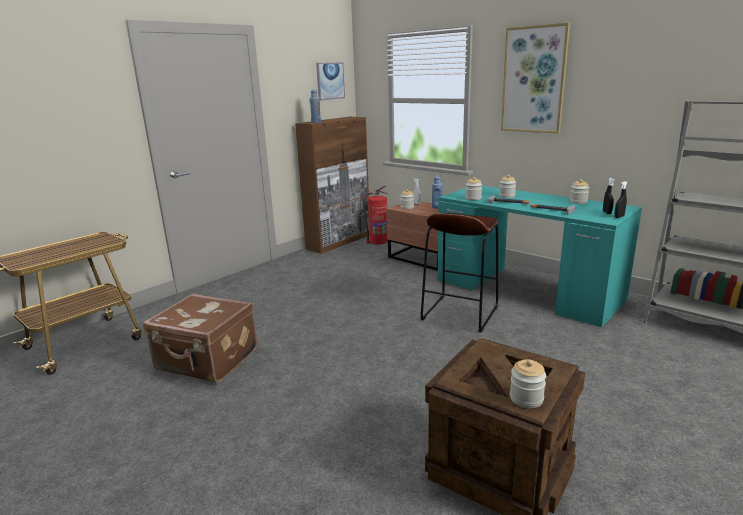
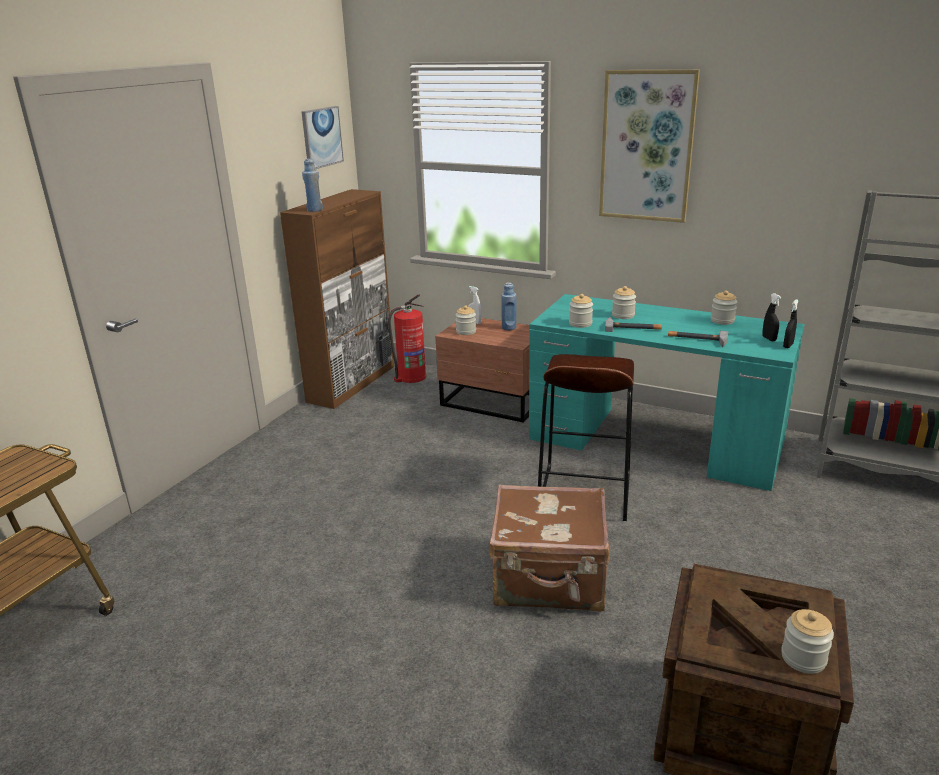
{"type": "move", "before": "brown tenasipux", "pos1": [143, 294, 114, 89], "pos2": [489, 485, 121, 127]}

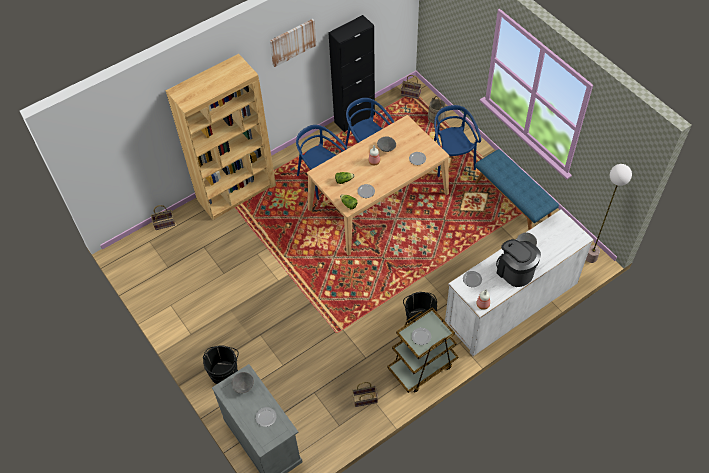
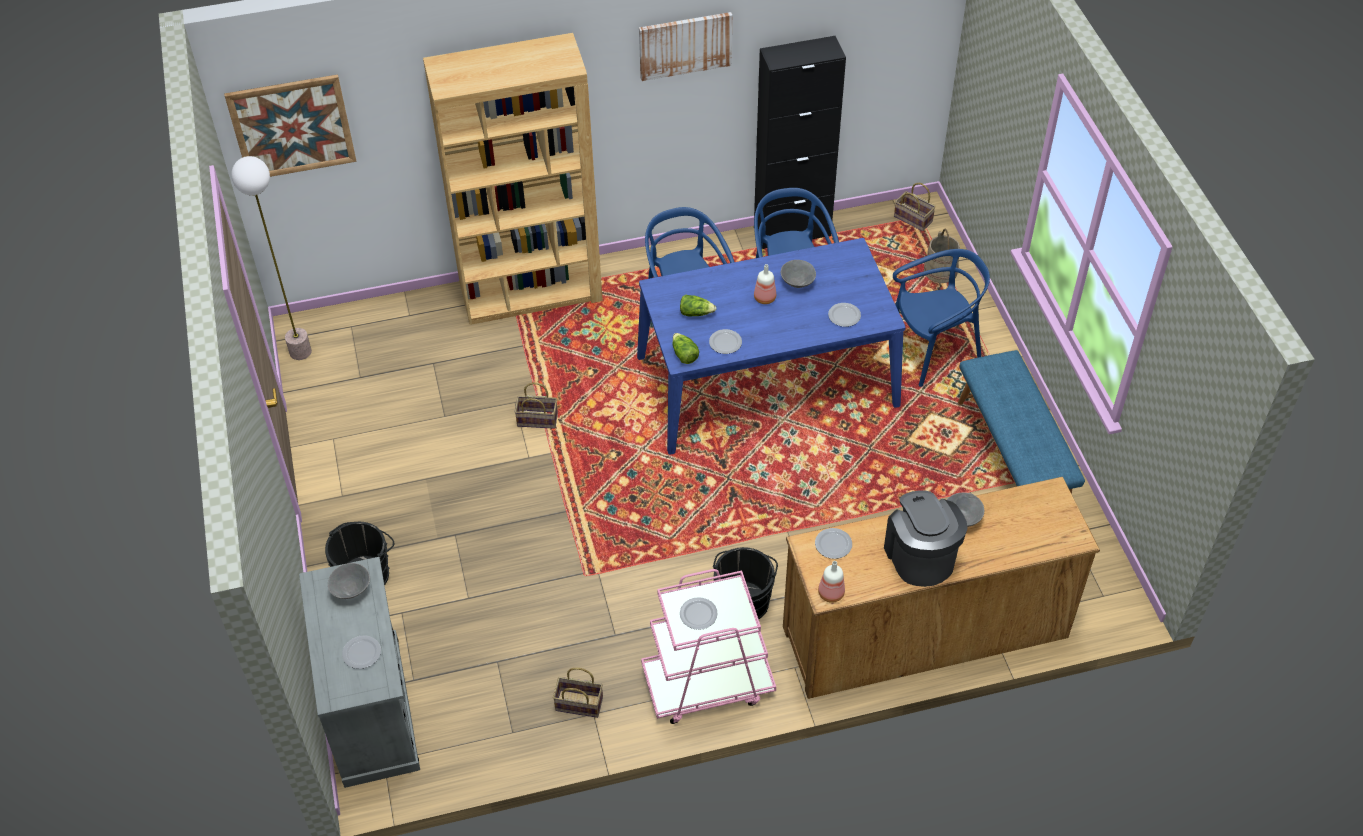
{"type": "move", "before": "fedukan", "pos1": [151, 205, 24, 25], "pos2": [515, 382, 43, 47]}
{"type": "recolor", "before": "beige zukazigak", "after": "blue zukazigak", "pos1": [307, 115, 142, 141], "pos2": [637, 238, 268, 217]}
{"type": "recolor", "before": "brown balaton", "after": "pink balaton", "pos1": [388, 307, 71, 86], "pos2": [641, 569, 135, 155]}
{"type": "rotate", "before": "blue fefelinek", "pos1": [434, 105, 47, 72], "pos2": [893, 249, 97, 138], "turn": 60}
{"type": "recolor", "before": "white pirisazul", "after": "brown pirisazul", "pos1": [445, 209, 149, 147], "pos2": [783, 477, 317, 222]}
{"type": "move", "before": "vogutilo", "pos1": [586, 164, 46, 99], "pos2": [231, 156, 81, 204]}
{"type": "insert", "after": "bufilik", "pos2": [224, 75, 133, 102]}

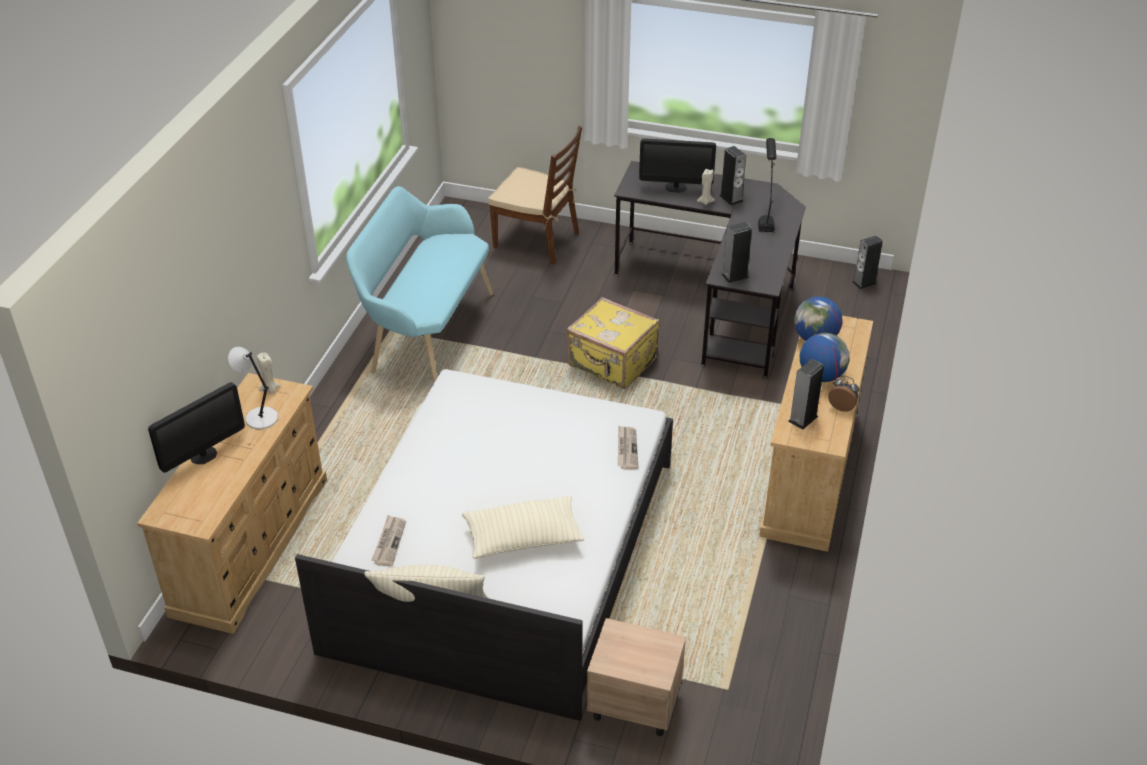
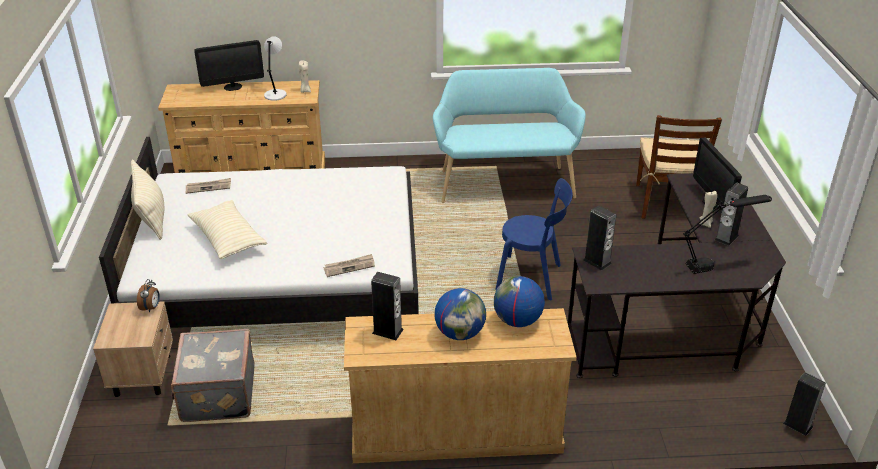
{"type": "rotate", "before": "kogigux", "pos1": [148, 382, 97, 91], "pos2": [194, 40, 70, 51], "turn": -45}
{"type": "replace", "before": "yellow tenasipux", "after": "blue fefelinek", "pos1": [567, 297, 93, 92], "pos2": [495, 178, 77, 122]}
{"type": "move", "before": "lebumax", "pos1": [828, 376, 31, 36], "pos2": [137, 279, 23, 34]}
{"type": "insert", "after": "grey tenasipux", "pos2": [171, 329, 84, 93]}

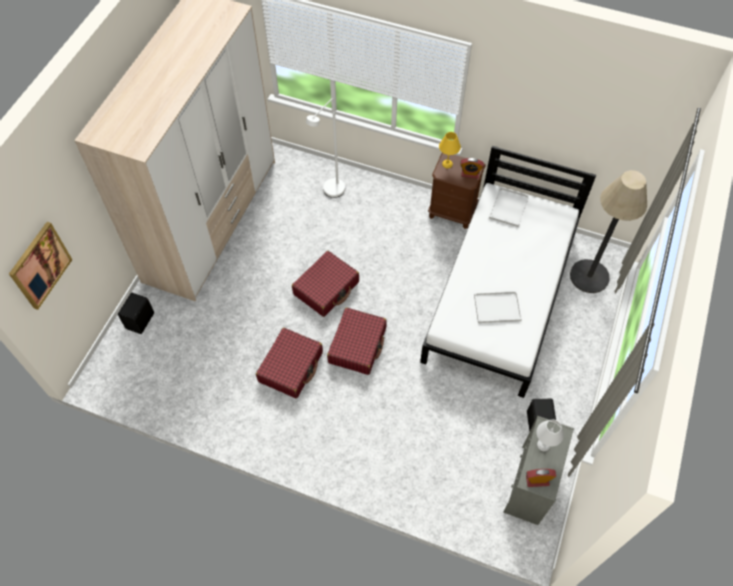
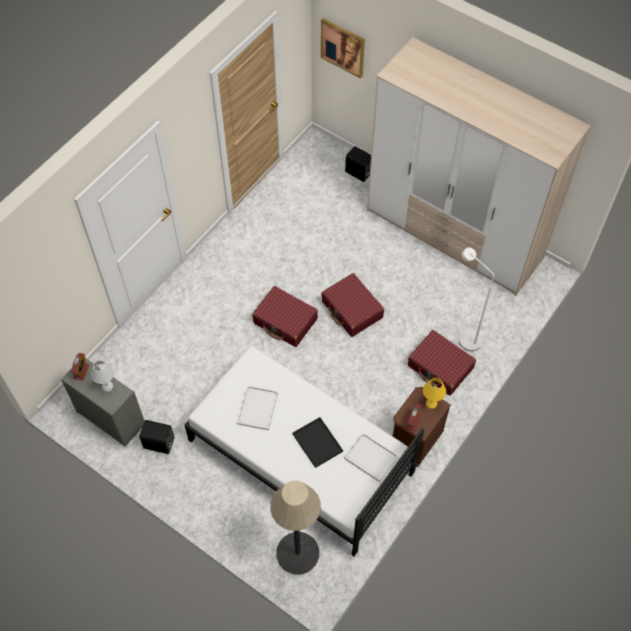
{"type": "move", "before": "red tenasipux", "pos1": [256, 328, 67, 70], "pos2": [408, 330, 68, 65]}
{"type": "insert", "after": "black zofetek", "pos2": [293, 417, 50, 51]}

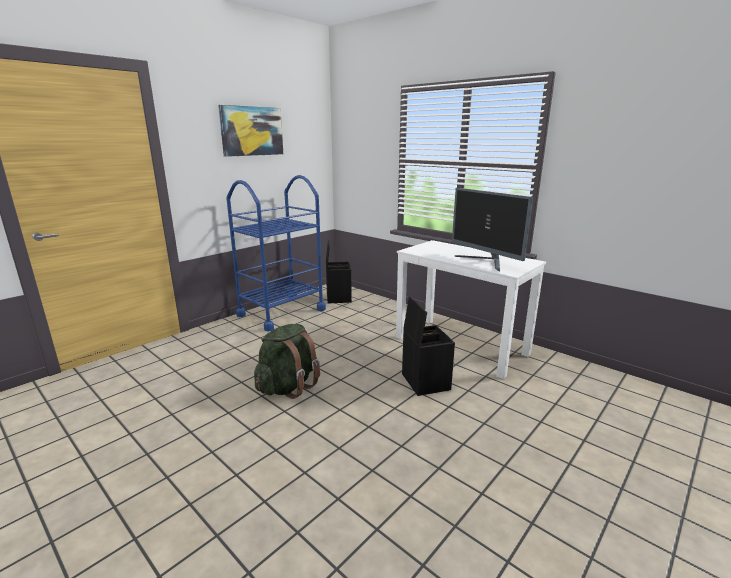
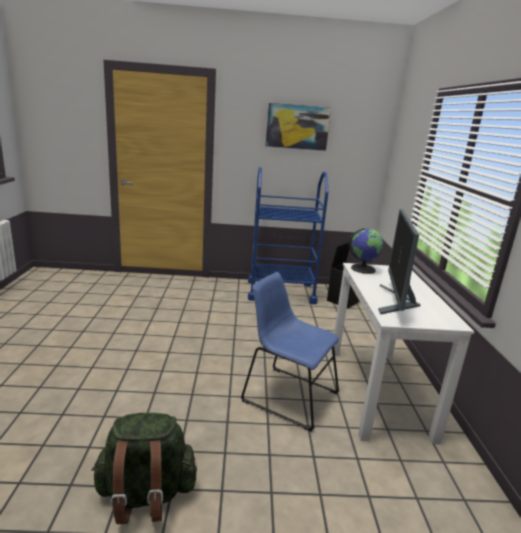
{"type": "move", "before": "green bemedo", "pos1": [254, 324, 66, 75], "pos2": [91, 413, 106, 111]}
{"type": "replace", "before": "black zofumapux", "after": "blue fefelinek", "pos1": [402, 297, 53, 99], "pos2": [241, 272, 98, 160]}
{"type": "insert", "after": "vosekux", "pos2": [349, 228, 34, 46]}

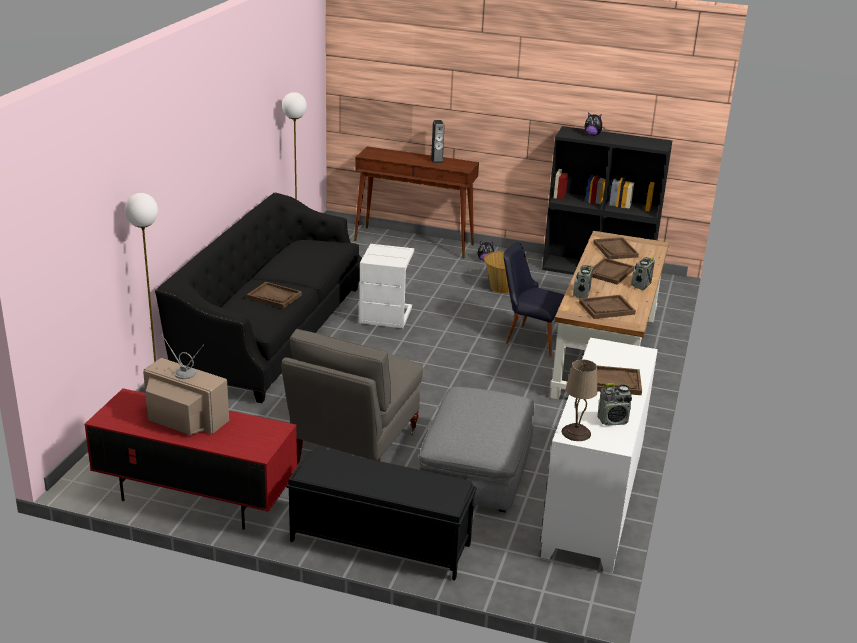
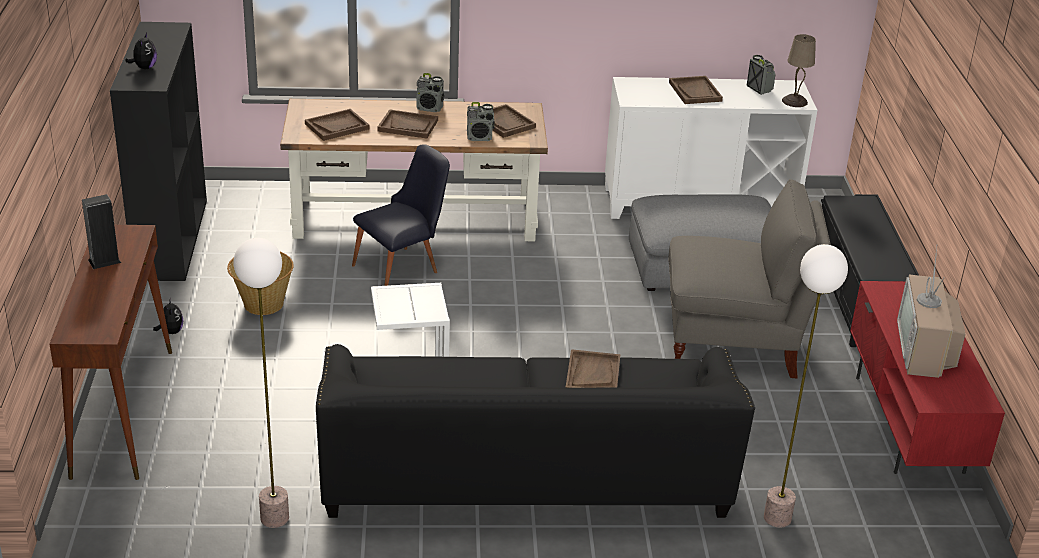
{"type": "rotate", "before": "black fefelinek", "pos1": [503, 243, 61, 114], "pos2": [352, 144, 98, 142], "turn": -135}

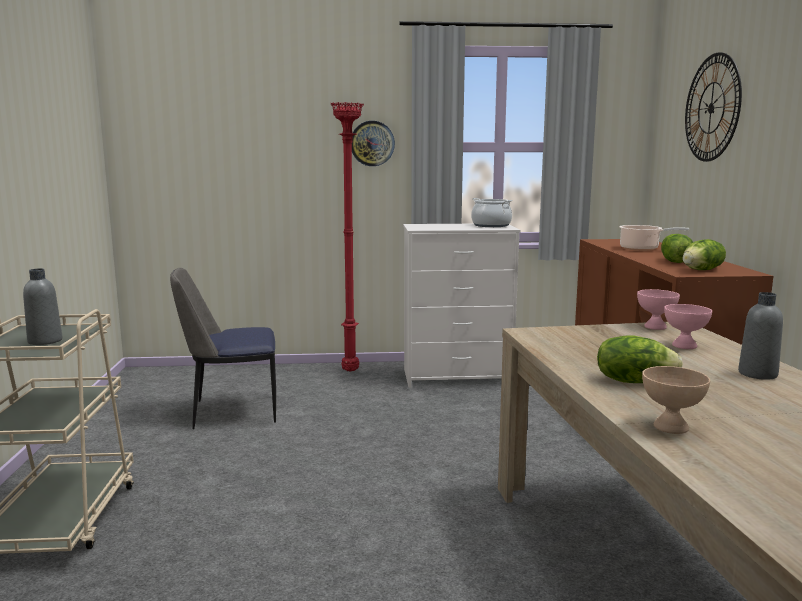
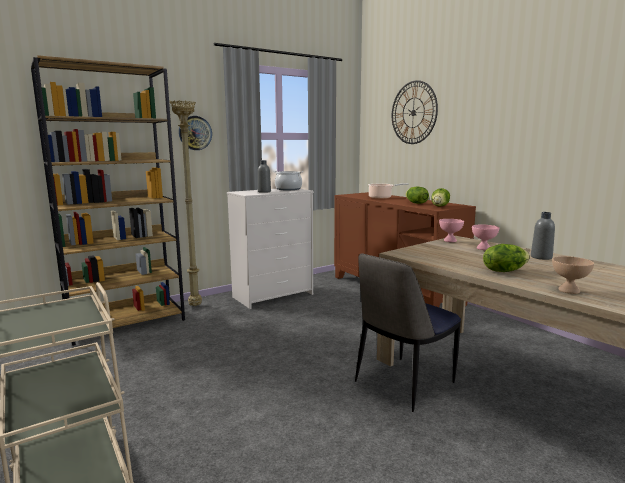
{"type": "move", "before": "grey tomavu", "pos1": [23, 268, 40, 77], "pos2": [258, 160, 13, 33]}
{"type": "move", "before": "fefelinek", "pos1": [170, 268, 106, 161], "pos2": [355, 254, 106, 158]}
{"type": "recolor", "before": "red vogutilo", "after": "beige vogutilo", "pos1": [331, 102, 33, 270], "pos2": [169, 100, 33, 206]}
{"type": "insert", "after": "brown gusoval", "pos2": [31, 55, 154, 291]}

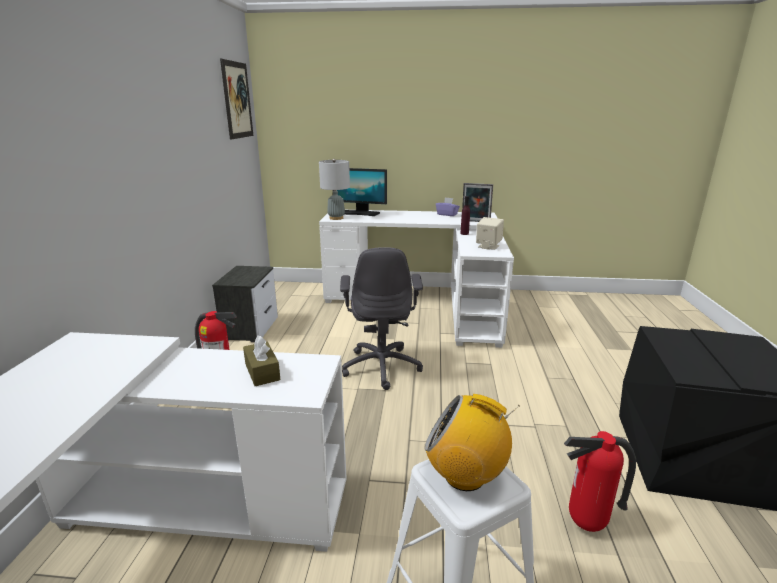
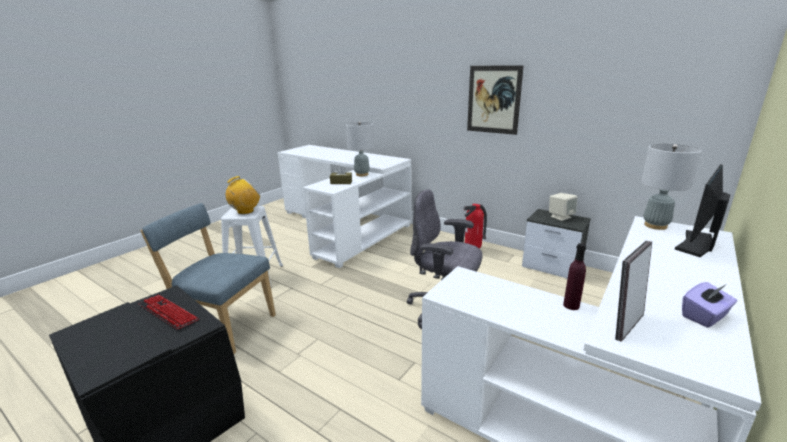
{"type": "move", "before": "bufilik", "pos1": [220, 59, 33, 81], "pos2": [467, 65, 57, 70]}
{"type": "move", "before": "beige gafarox", "pos1": [476, 217, 28, 33], "pos2": [549, 193, 28, 28]}
{"type": "replace", "before": "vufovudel", "after": "blue fefelinek", "pos1": [564, 431, 72, 101], "pos2": [141, 203, 135, 151]}
{"type": "insert", "after": "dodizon", "pos2": [138, 295, 61, 34]}
{"type": "insert", "after": "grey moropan", "pos2": [346, 121, 28, 55]}

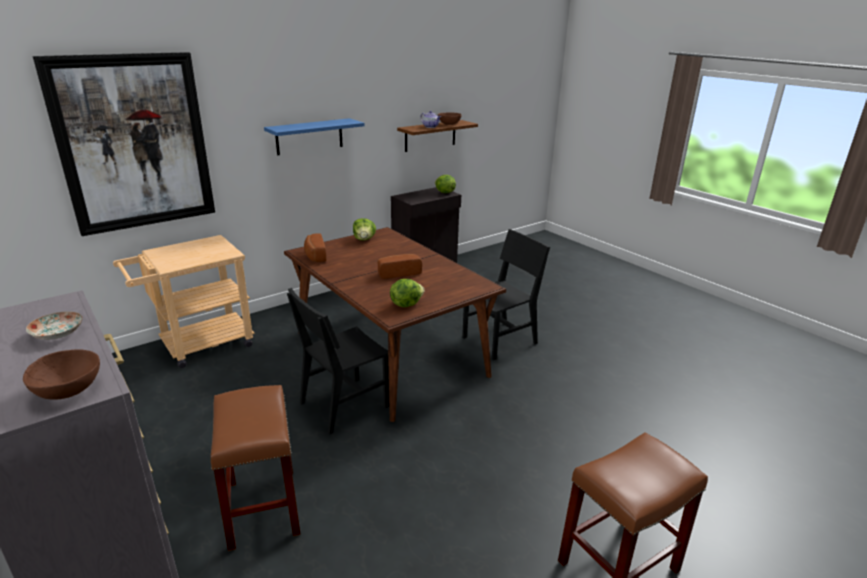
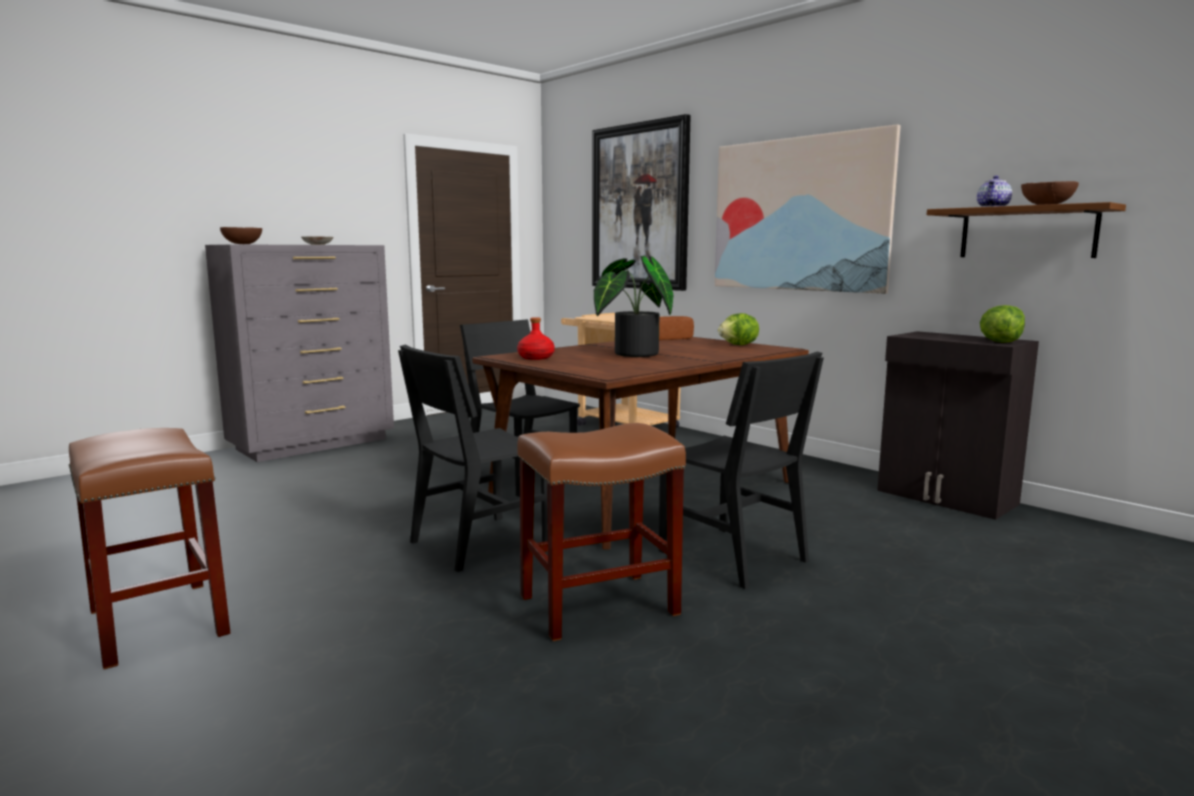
{"type": "move", "before": "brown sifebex", "pos1": [211, 385, 90, 166], "pos2": [517, 423, 169, 218]}
{"type": "replace", "before": "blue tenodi", "after": "bufilik", "pos1": [264, 118, 101, 37], "pos2": [715, 124, 186, 170]}
{"type": "replace", "before": "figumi", "after": "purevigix", "pos1": [378, 254, 44, 25], "pos2": [594, 256, 80, 101]}
{"type": "replace", "before": "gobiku", "after": "red tomavu", "pos1": [390, 279, 35, 28], "pos2": [517, 317, 38, 43]}
{"type": "insert", "after": "black fefelinek", "pos2": [398, 345, 150, 227]}

